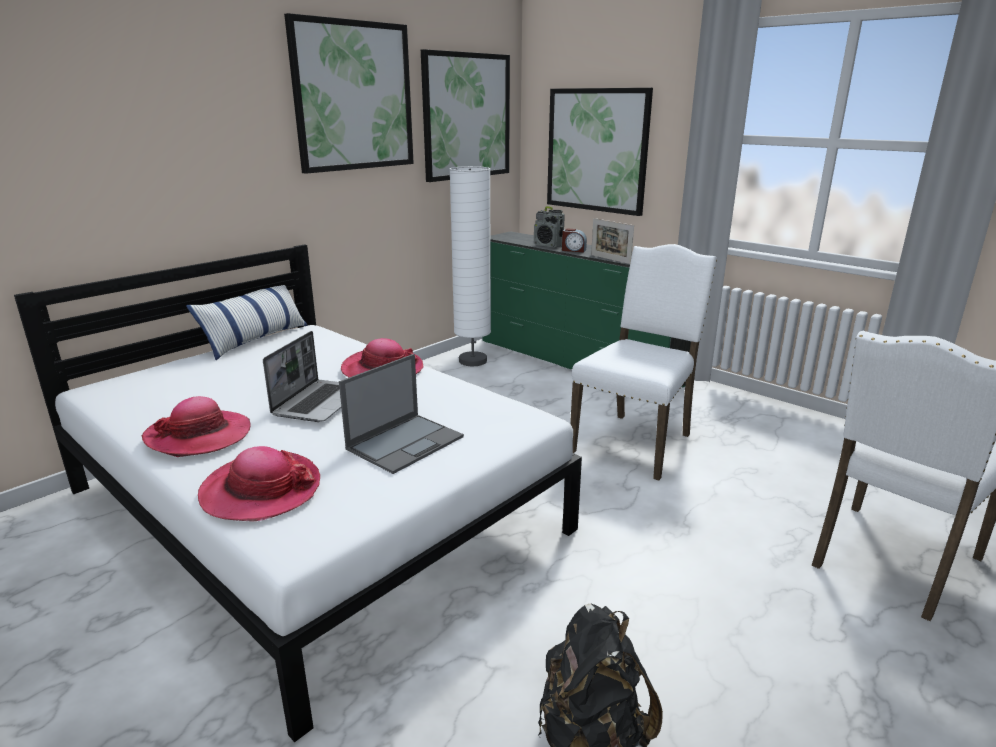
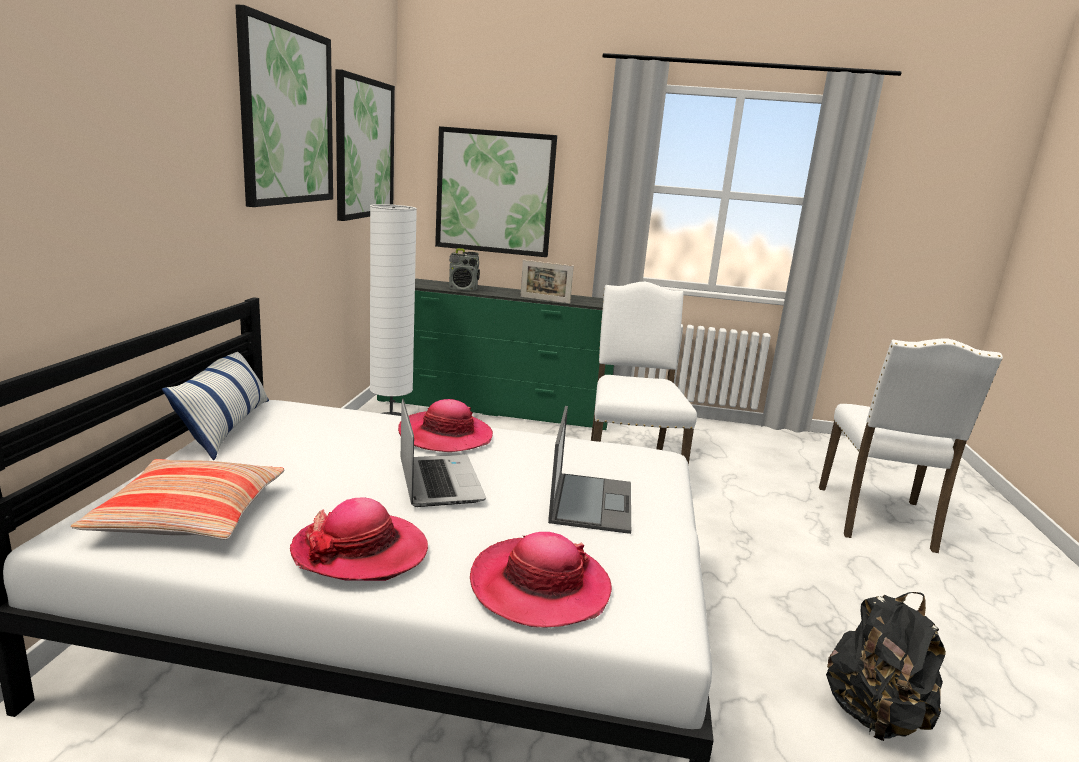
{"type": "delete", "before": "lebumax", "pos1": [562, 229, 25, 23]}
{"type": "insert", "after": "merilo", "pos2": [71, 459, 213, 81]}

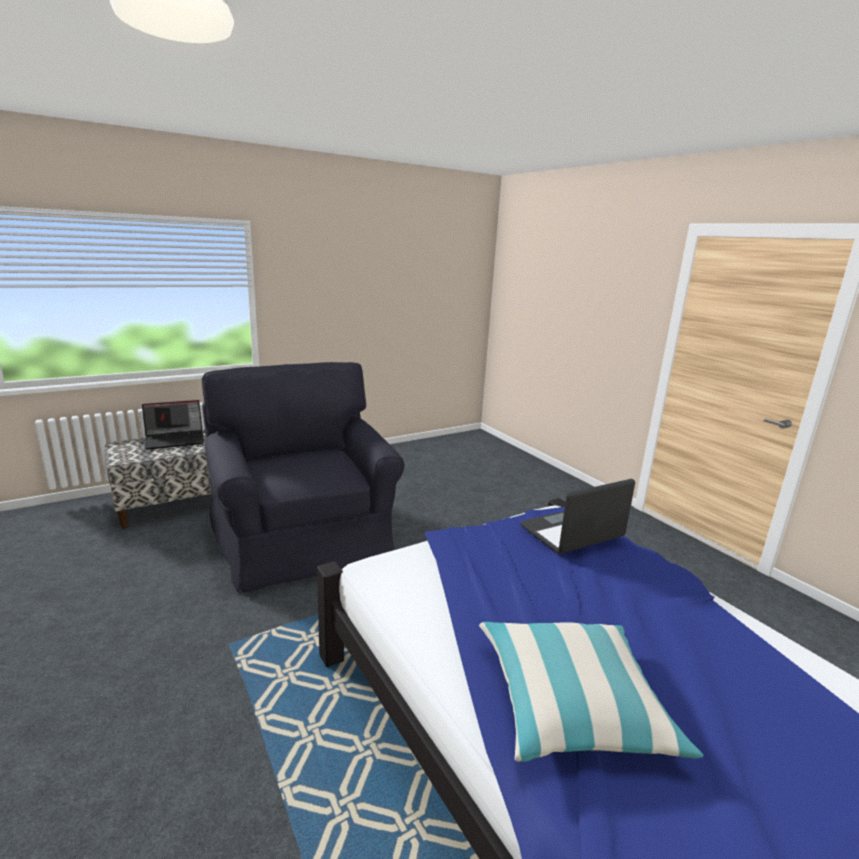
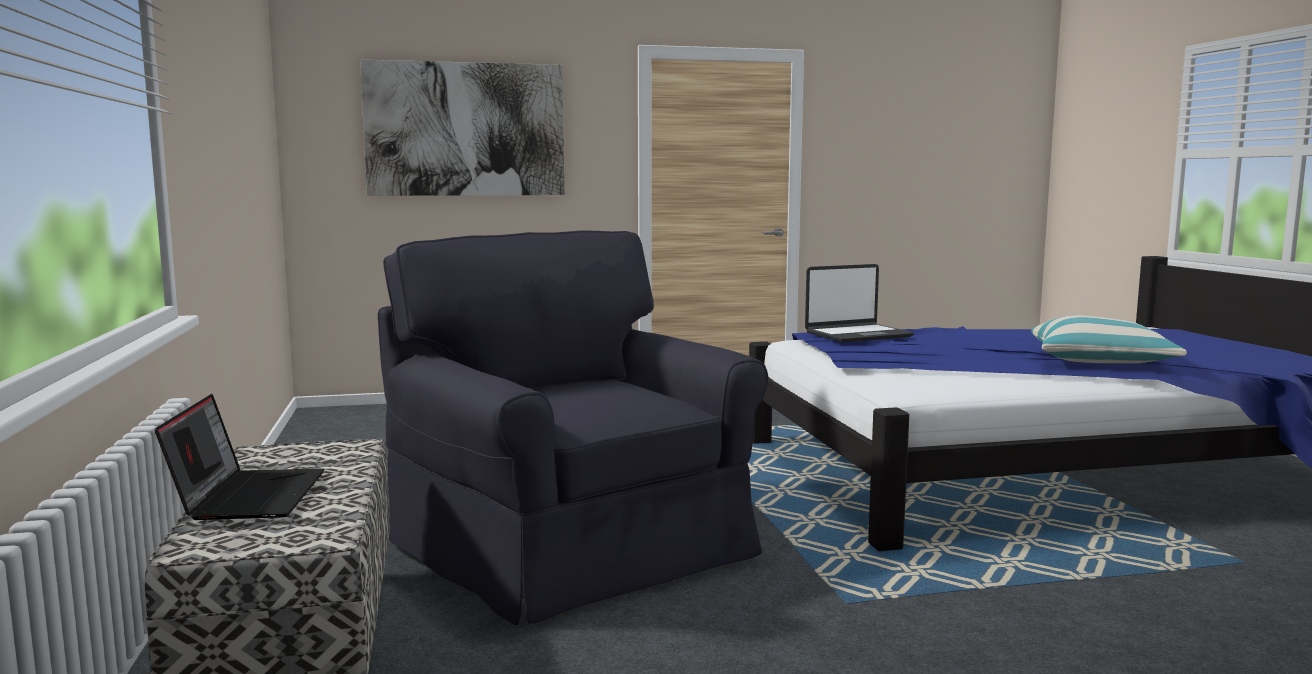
{"type": "rotate", "before": "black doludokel", "pos1": [202, 362, 203, 231], "pos2": [378, 230, 390, 395], "turn": 60}
{"type": "rotate", "before": "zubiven", "pos1": [520, 479, 115, 75], "pos2": [805, 264, 109, 78], "turn": -105}
{"type": "insert", "after": "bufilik", "pos2": [360, 60, 204, 136]}

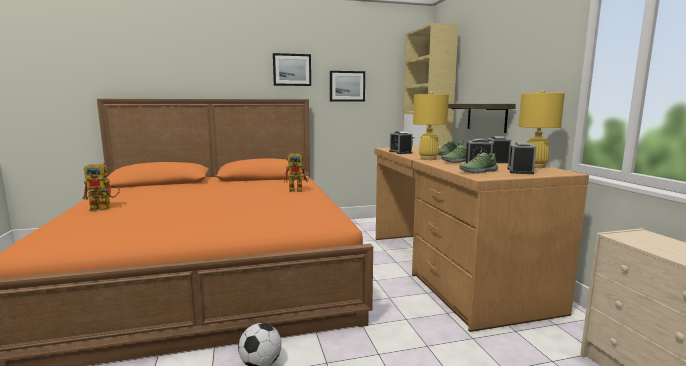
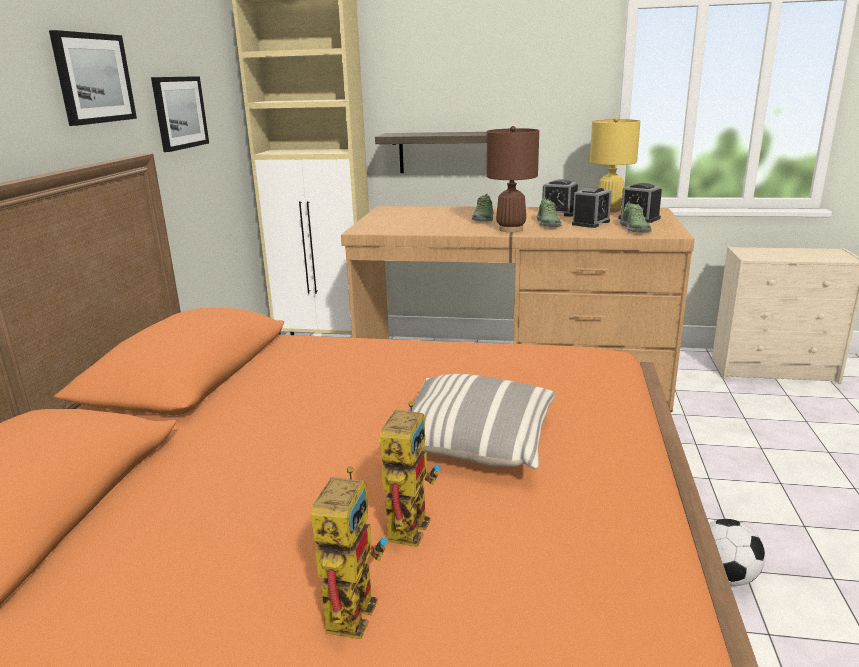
{"type": "move", "before": "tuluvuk", "pos1": [284, 152, 25, 40], "pos2": [380, 401, 60, 146]}
{"type": "delete", "before": "lebumax", "pos1": [389, 131, 23, 23]}
{"type": "recolor", "before": "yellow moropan", "after": "brown moropan", "pos1": [413, 92, 36, 68], "pos2": [486, 126, 53, 106]}
{"type": "insert", "after": "merilo", "pos2": [379, 374, 176, 95]}

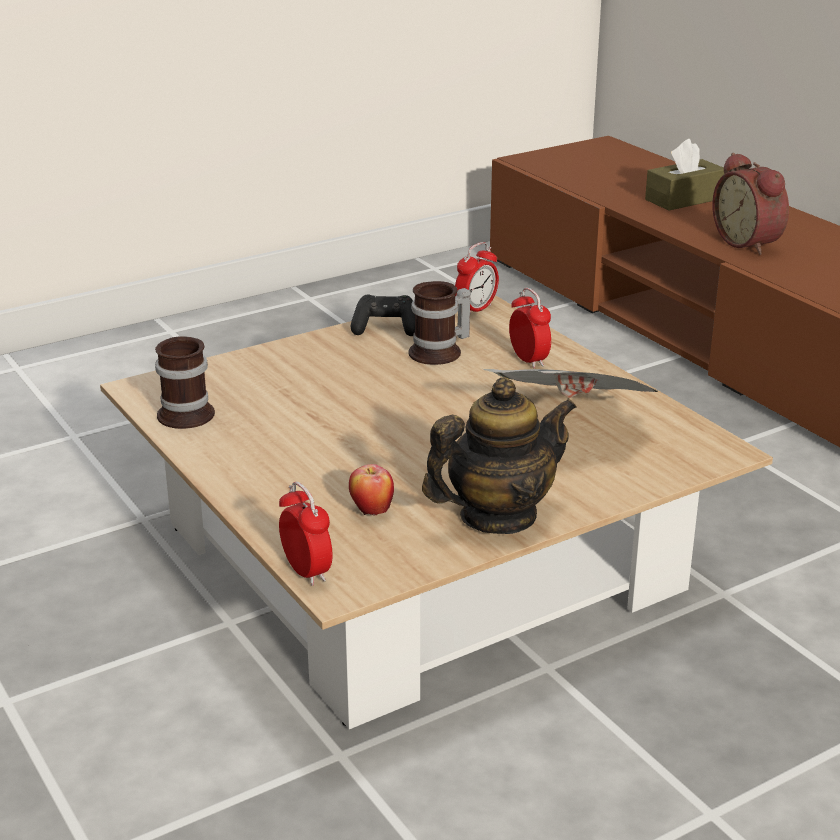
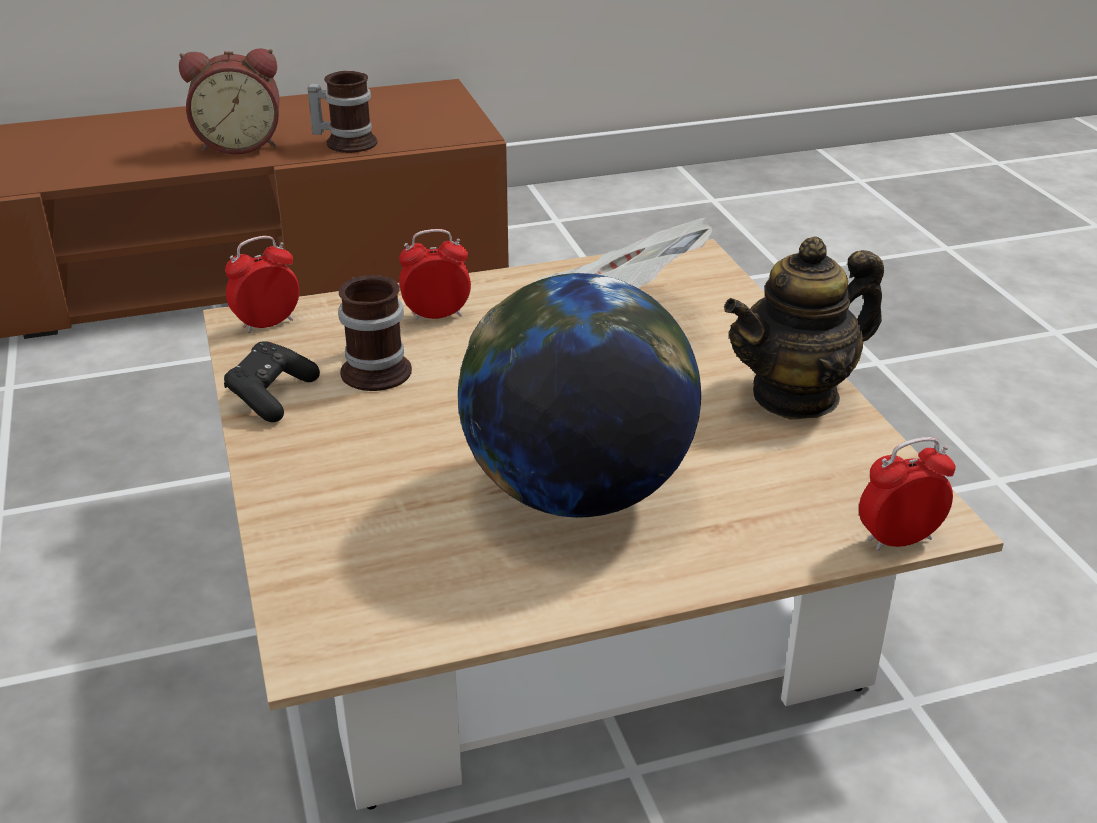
{"type": "move", "before": "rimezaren", "pos1": [155, 336, 60, 93], "pos2": [307, 71, 71, 82]}
{"type": "delete", "before": "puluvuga", "pos1": [349, 464, 45, 52]}
{"type": "rotate", "before": "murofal", "pos1": [422, 377, 155, 157], "pos2": [724, 237, 160, 182], "turn": -105}
{"type": "rotate", "before": "lebumax", "pos1": [455, 242, 44, 71], "pos2": [225, 236, 75, 97], "turn": -90}
{"type": "delete", "before": "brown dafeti", "pos1": [645, 139, 79, 72]}
{"type": "insert", "after": "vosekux", "pos2": [458, 273, 243, 245]}

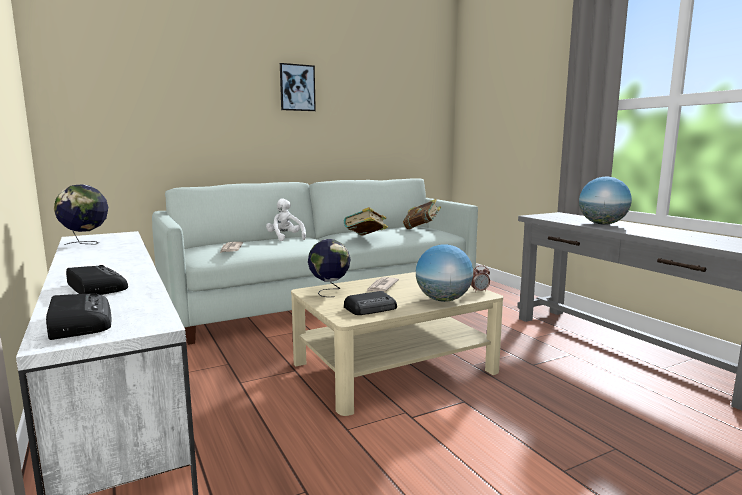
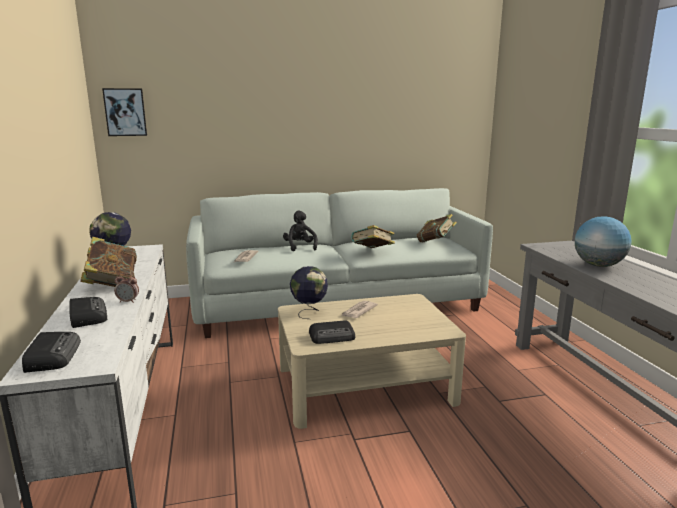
{"type": "recolor", "before": "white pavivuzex", "after": "black pavivuzex", "pos1": [266, 198, 40, 43], "pos2": [283, 210, 35, 41]}
{"type": "move", "before": "bufilik", "pos1": [280, 63, 36, 48], "pos2": [102, 88, 45, 48]}
{"type": "delete", "before": "vosekux", "pos1": [416, 244, 57, 58]}
{"type": "move", "before": "lebumax", "pos1": [471, 265, 19, 27], "pos2": [114, 273, 25, 30]}
{"type": "insert", "after": "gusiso", "pos2": [80, 237, 57, 50]}

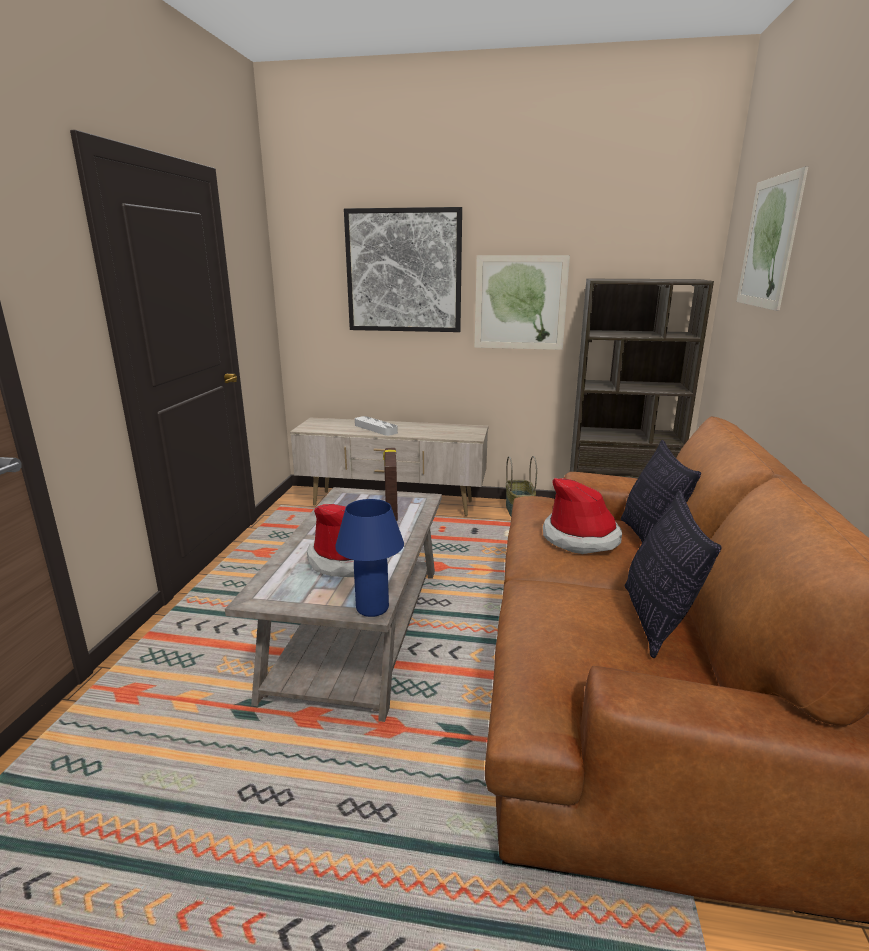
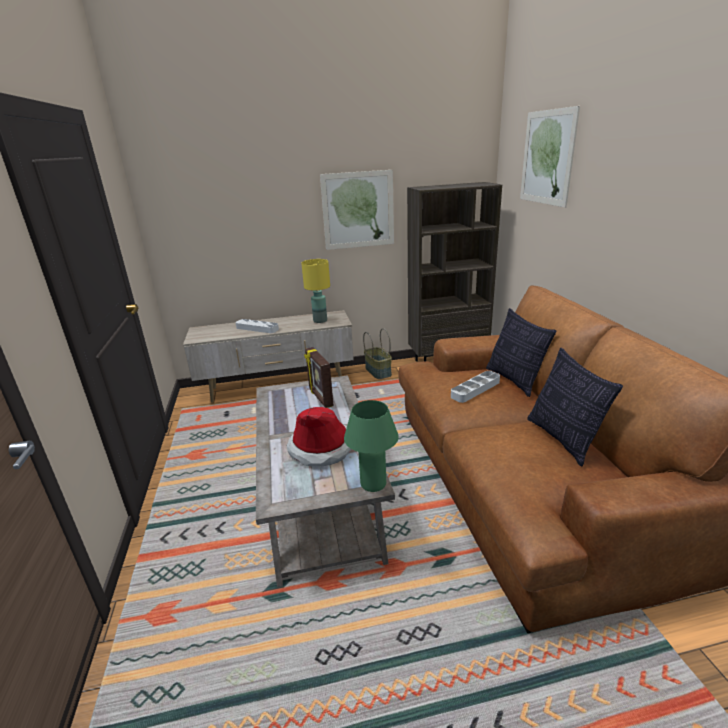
{"type": "recolor", "before": "blue moropan", "after": "green moropan", "pos1": [335, 499, 69, 118], "pos2": [344, 400, 55, 92]}
{"type": "delete", "before": "bufilik", "pos1": [344, 207, 118, 125]}
{"type": "replace", "before": "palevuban", "after": "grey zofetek", "pos1": [543, 478, 79, 76], "pos2": [451, 371, 49, 32]}
{"type": "insert", "after": "yellow moropan", "pos2": [301, 259, 29, 64]}

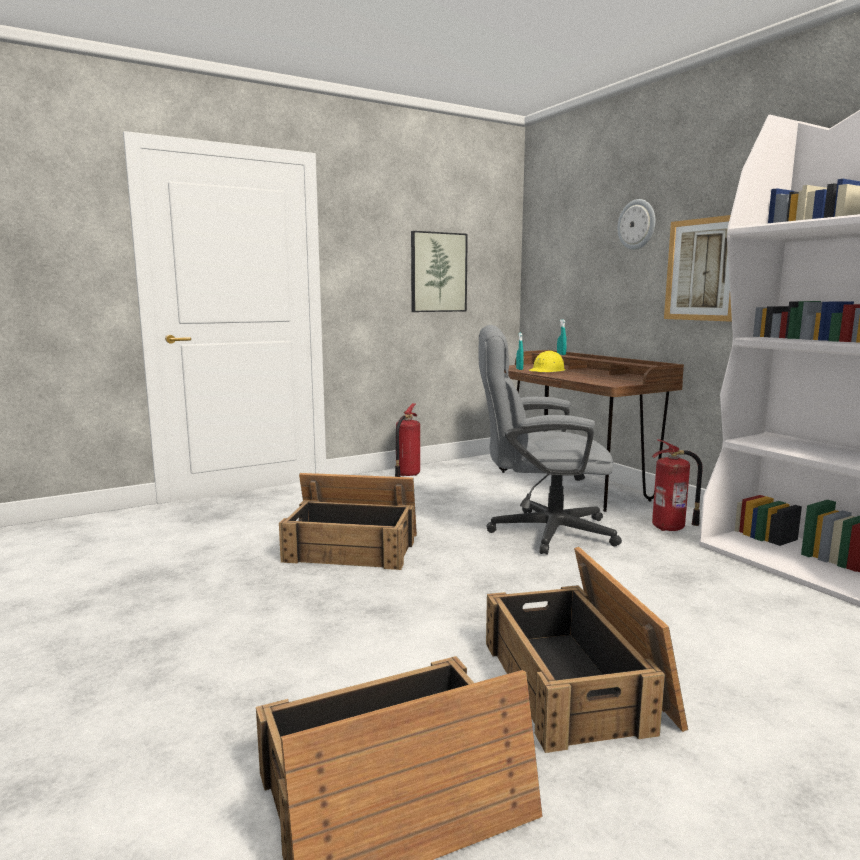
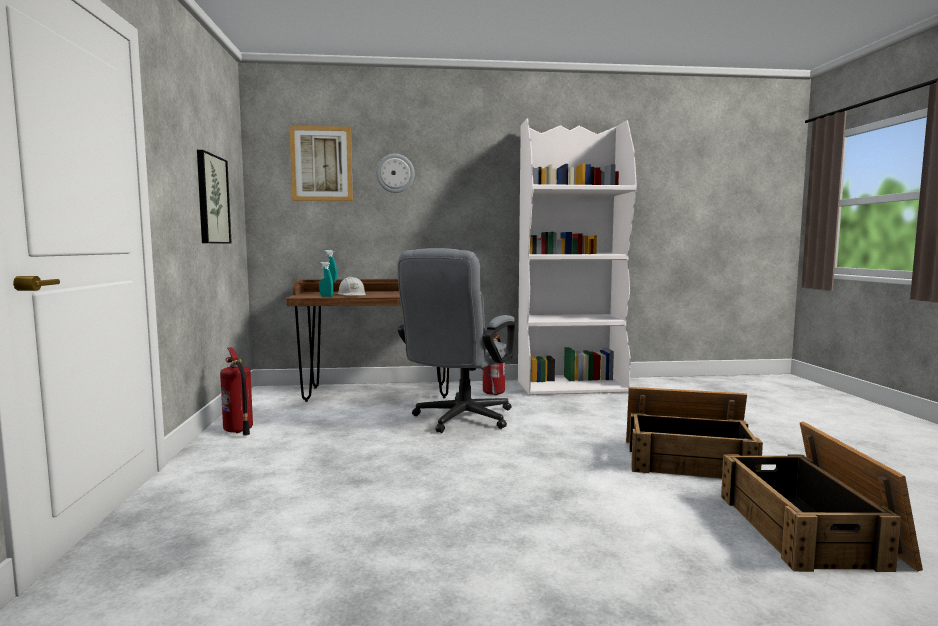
{"type": "delete", "before": "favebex", "pos1": [279, 473, 138, 97]}
{"type": "recolor", "before": "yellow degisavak", "after": "white degisavak", "pos1": [529, 351, 36, 21], "pos2": [337, 277, 29, 19]}
{"type": "move", "before": "bufilik", "pos1": [664, 215, 68, 107], "pos2": [289, 126, 64, 75]}

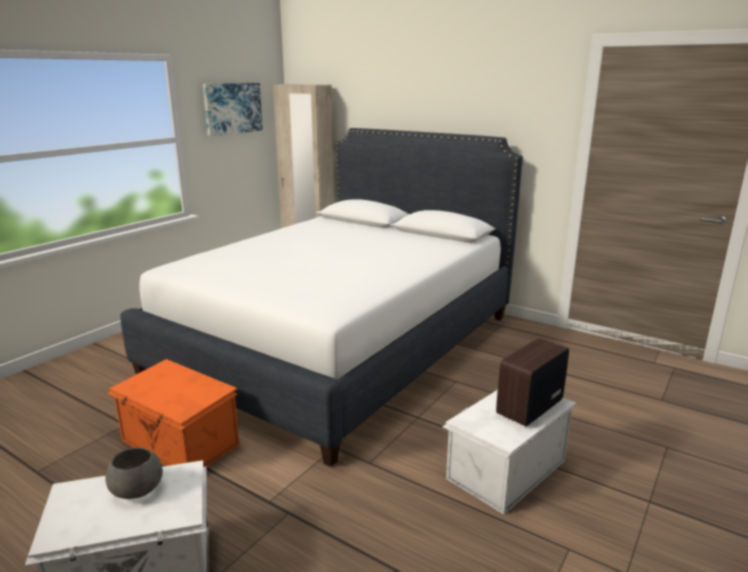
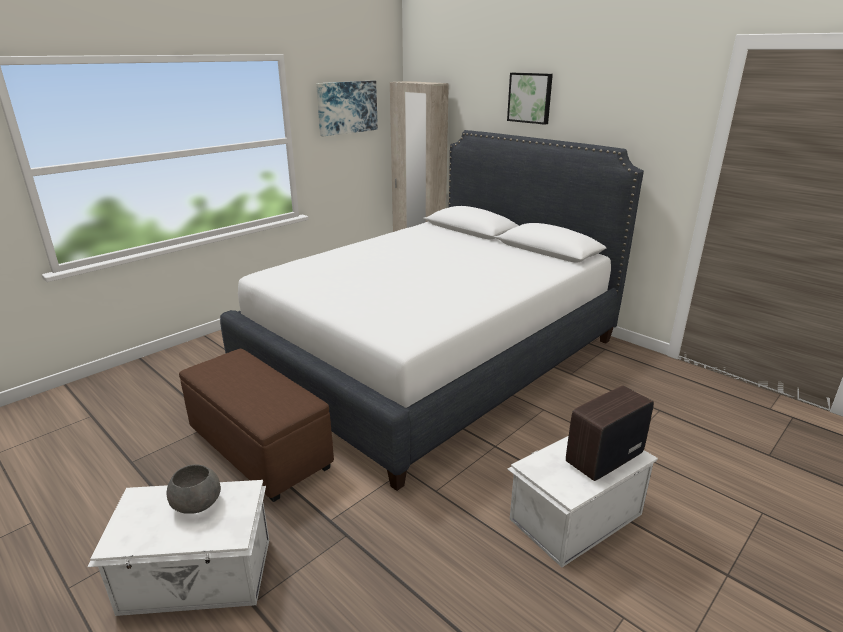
{"type": "replace", "before": "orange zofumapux", "after": "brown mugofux", "pos1": [107, 359, 133, 108], "pos2": [179, 349, 155, 153]}
{"type": "insert", "after": "bufilik", "pos2": [507, 73, 46, 52]}

